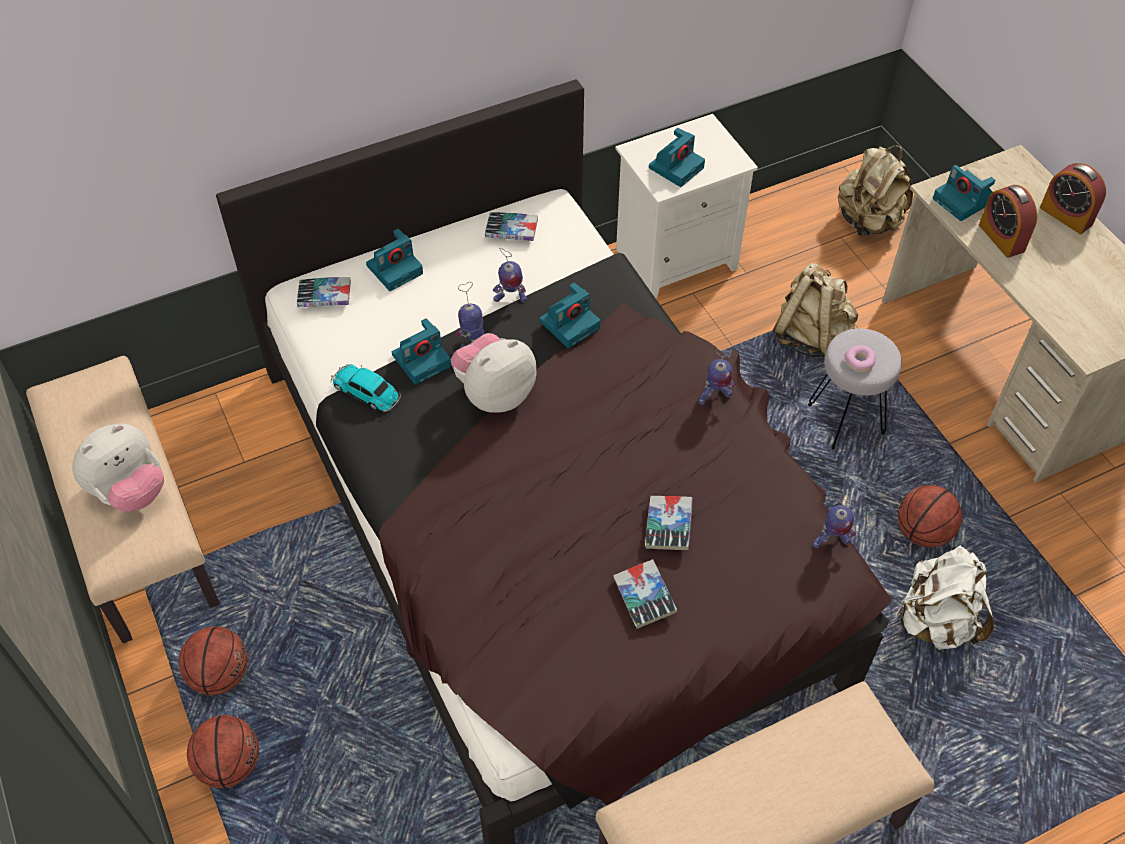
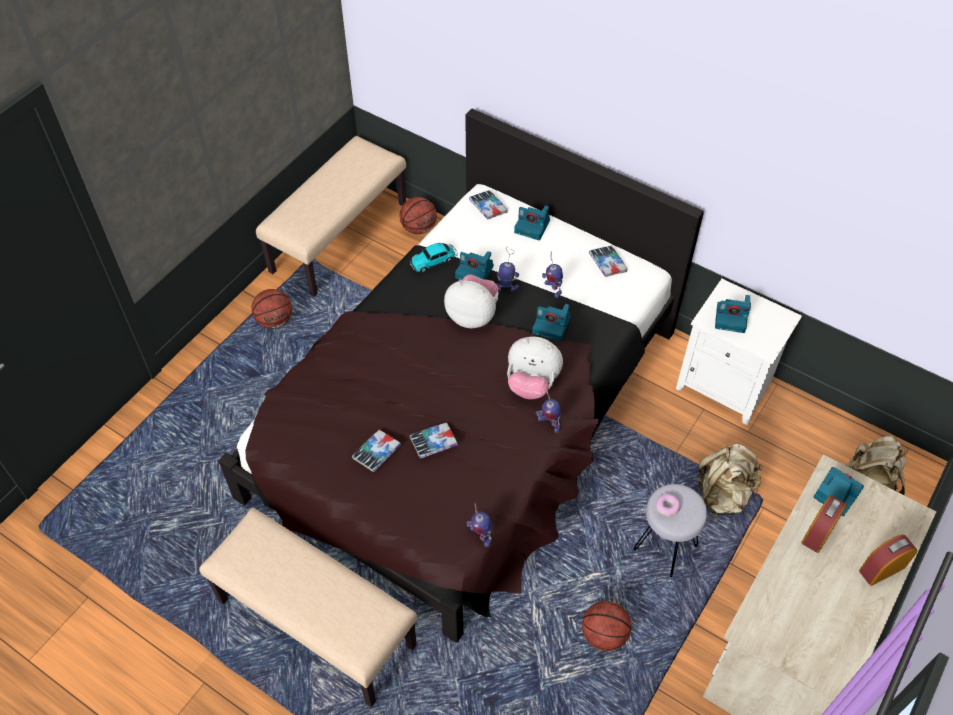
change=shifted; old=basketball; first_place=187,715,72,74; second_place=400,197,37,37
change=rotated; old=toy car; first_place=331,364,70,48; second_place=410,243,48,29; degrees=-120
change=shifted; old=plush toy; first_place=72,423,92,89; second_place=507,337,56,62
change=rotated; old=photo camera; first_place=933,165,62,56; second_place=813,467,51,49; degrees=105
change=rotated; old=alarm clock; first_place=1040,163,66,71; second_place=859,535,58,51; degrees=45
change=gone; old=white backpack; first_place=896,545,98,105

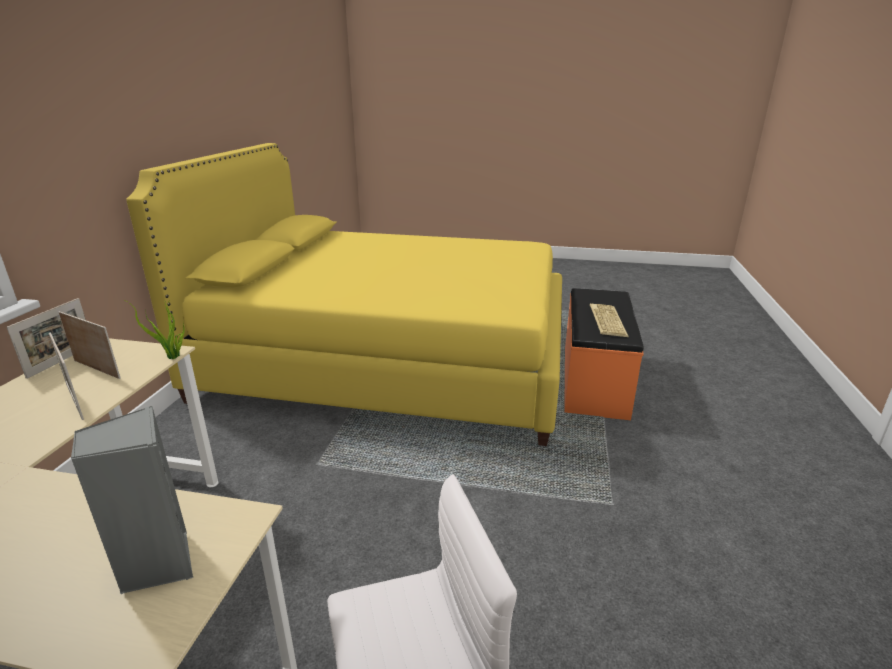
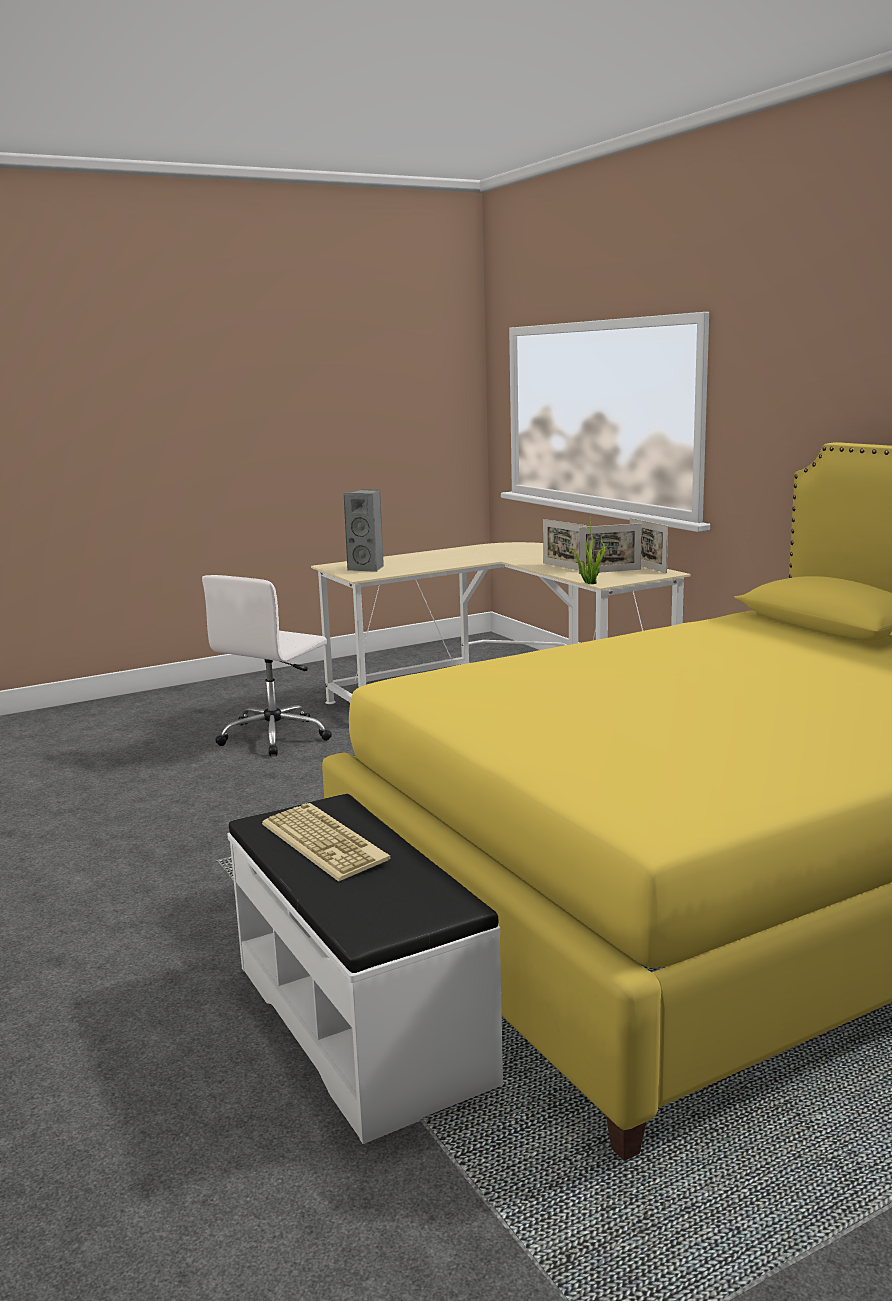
change=repainted; old=orange bench; new=white bench; first_place=564,288,80,132; second_place=227,794,276,350
change=rotated; old=picture frame; first_place=49,333,35,87; second_place=543,519,44,51; degrees=-135

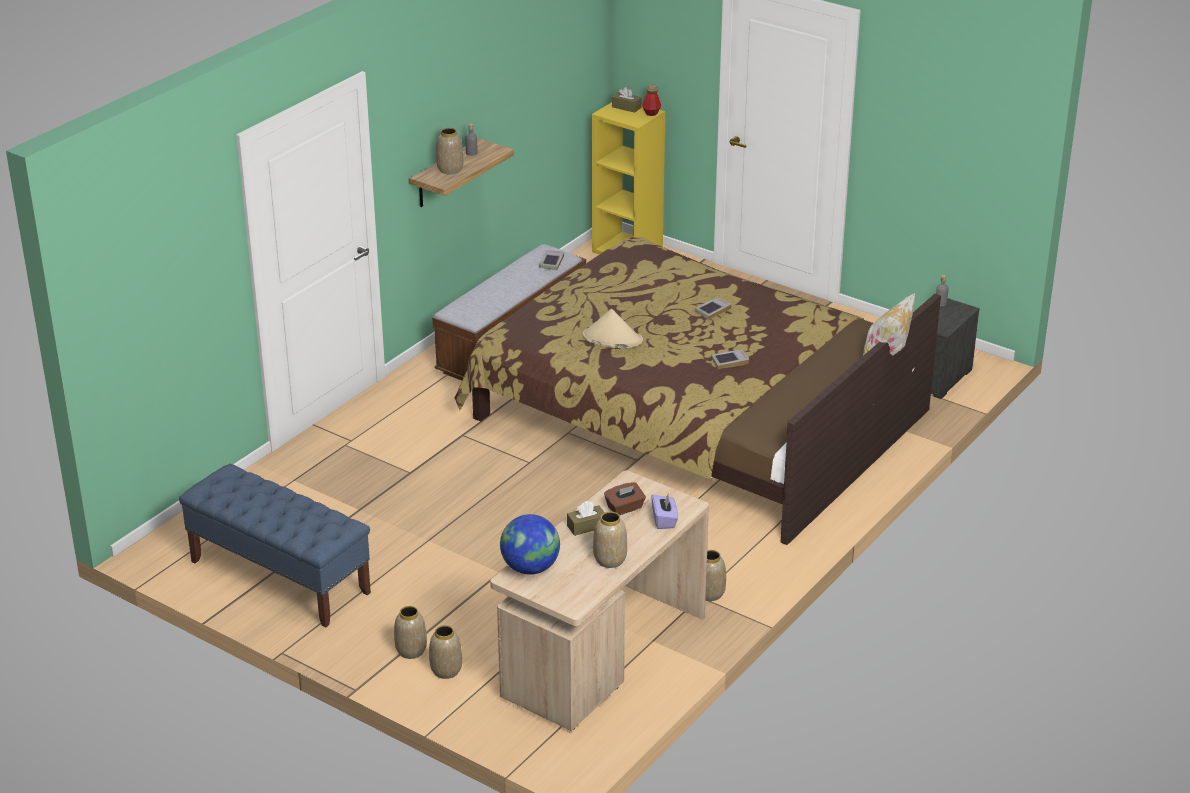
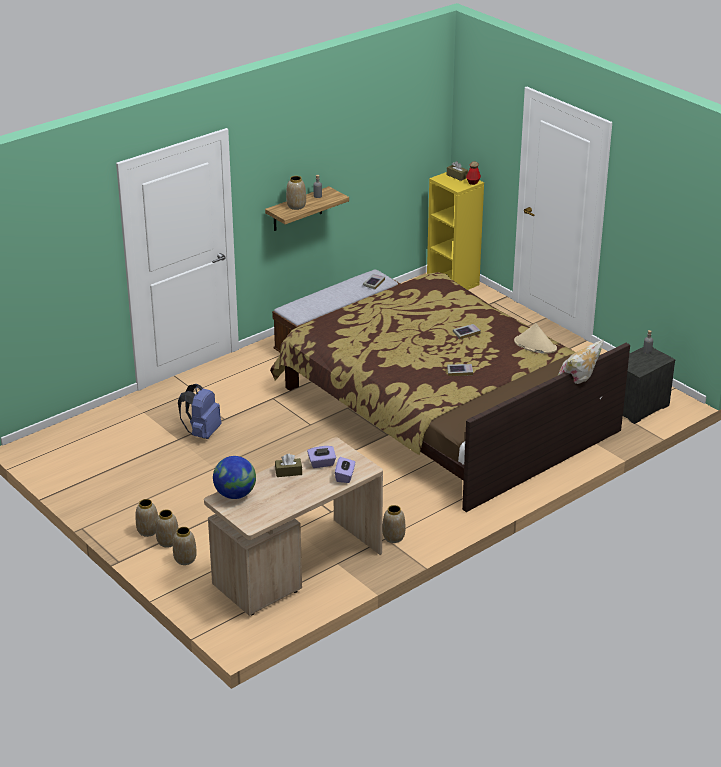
change=shifted; old=vase; first_place=593,511,34,57; second_place=135,499,23,38
change=new; new=blue backpack; second_place=178,384,44,55
change=repainted; old=brown tissue box; new=purple tissue box; first_place=604,482,42,33; second_place=307,446,29,22
change=shifted; old=beige hat; first_place=583,309,60,39; second_place=514,323,43,31
change=gone; old=blue bench; first_place=179,464,192,164

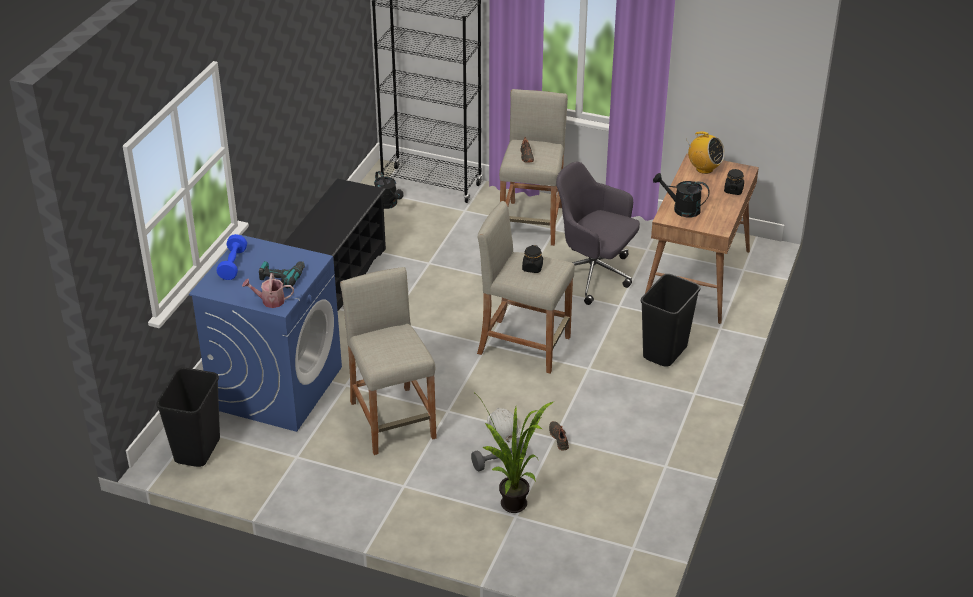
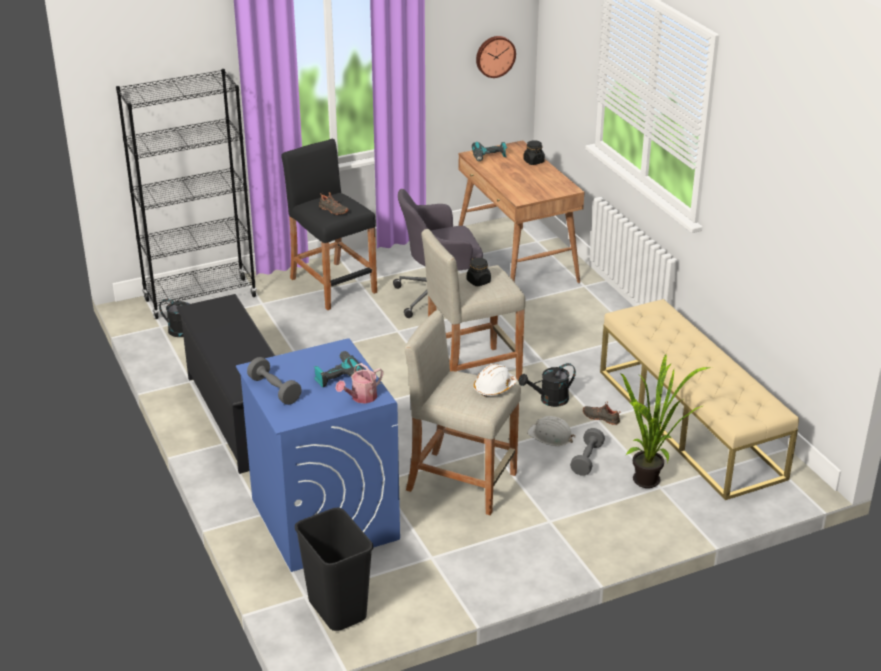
change=repainted; old=blue dumbbell; new=grey dumbbell; first_place=217,234,30,46; second_place=247,357,55,48
change=repainted; old=beige stool; new=black stool; first_place=499,89,69,157; second_place=281,138,96,172
change=swapped; old=radio; new=power drill; first_place=686,131,39,43; second_place=472,142,35,20
change=new; new=white hard hat; second_place=474,364,43,33
change=new; new=wall clock; second_place=476,36,40,42
change=shifted; old=black watering can; first_place=653,173,57,44; second_place=519,363,57,44
change=new; new=beige bench; second_place=600,299,199,201
change=gone; old=black trash can; first_place=641,274,59,93

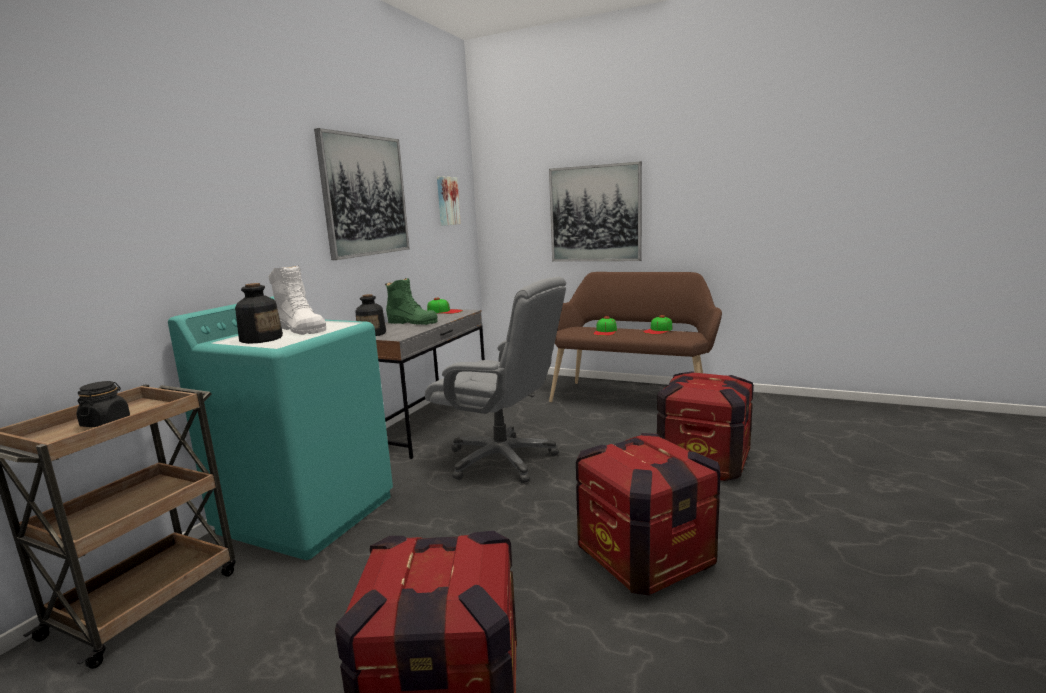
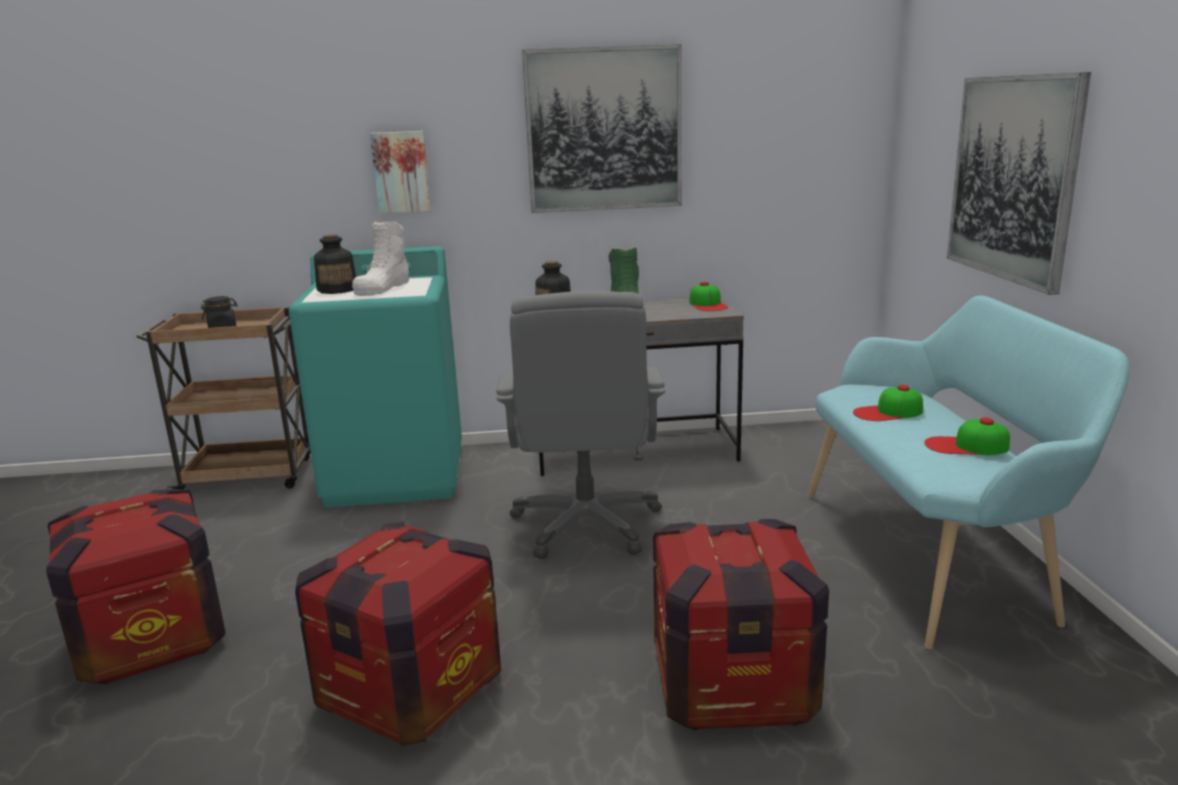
change=shifted; old=picture; first_place=437,176,24,50; second_place=370,131,61,83
change=repainted; old=brown bench; new=turquoise bench; first_place=549,272,173,131; second_place=808,296,322,354

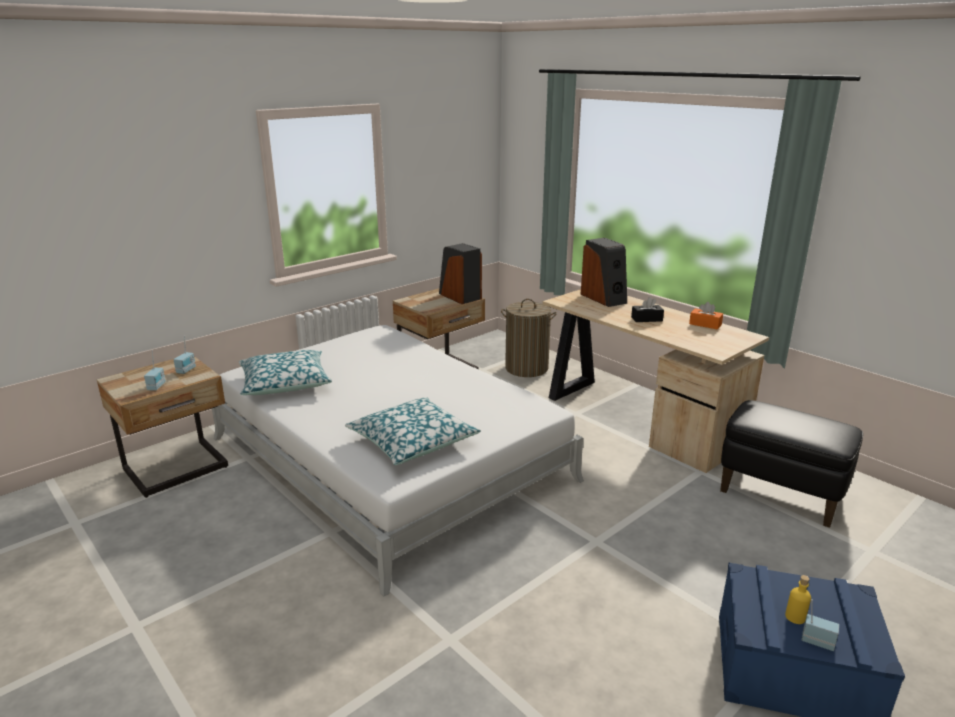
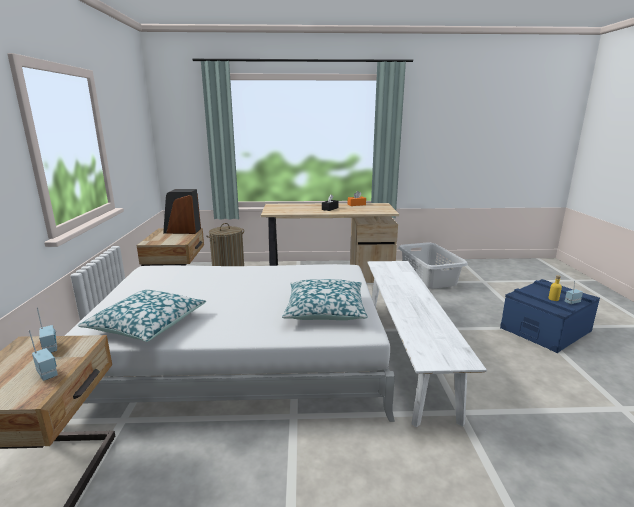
change=new; new=white bench; second_place=368,261,119,167
change=swapped; old=black ottoman; new=grey laundry basket; first_place=720,400,143,128; second_place=398,242,70,47
change=gone; old=speaker; first_place=580,238,47,69

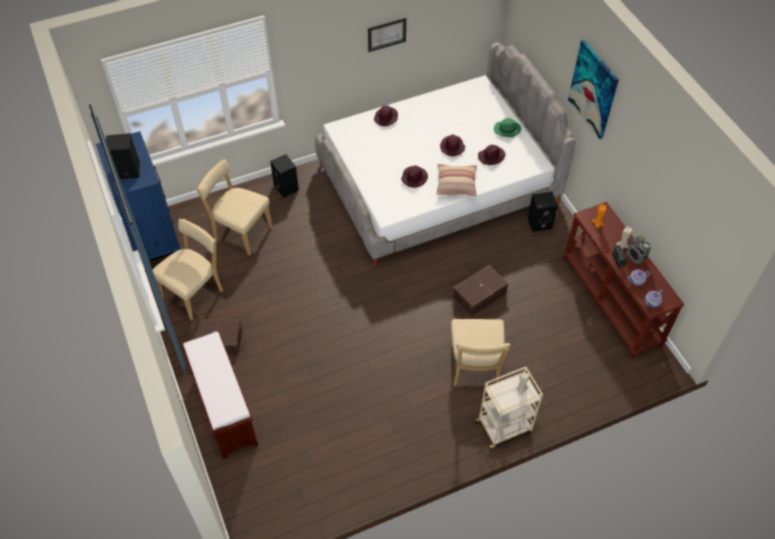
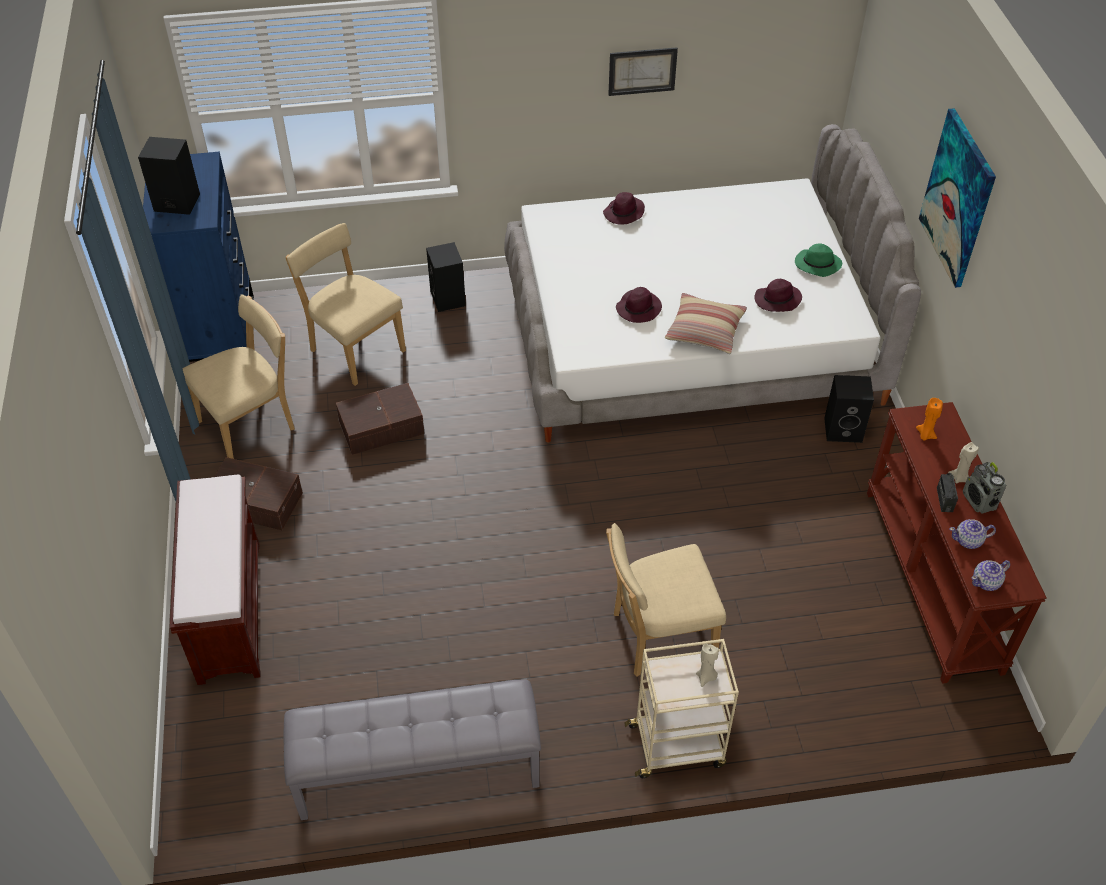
change=new; new=grey bench; second_place=283,679,258,141
change=shifted; old=brown storage box; first_place=452,265,56,51; second_place=336,383,89,72
change=rotated; old=beige chair; first_place=451,319,60,67; second_place=606,523,120,154; degrees=60
change=gone; old=purple hat; first_place=440,135,25,21

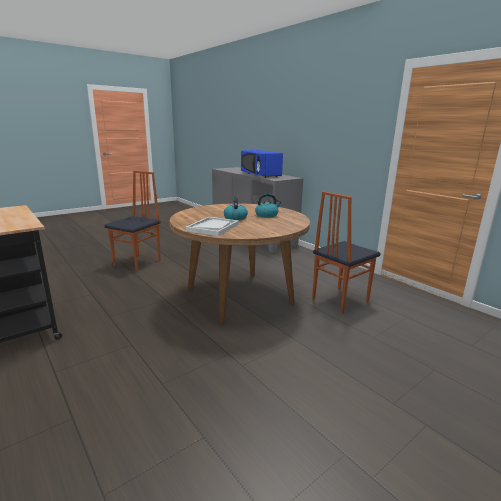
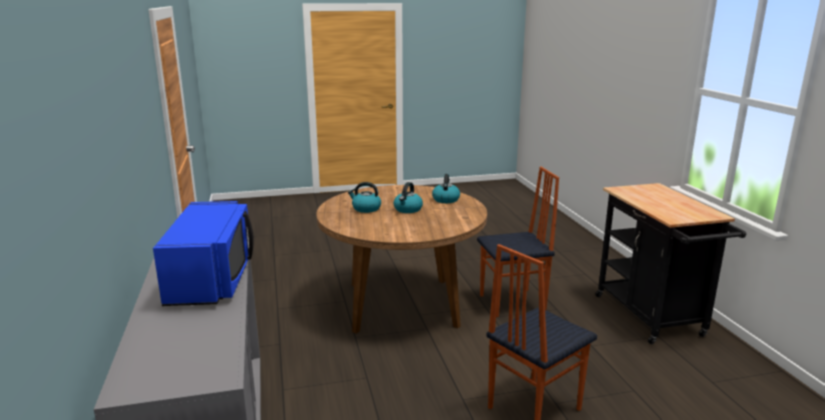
change=swapped; old=white tray; new=kettle; first_place=186,217,53,19; second_place=432,174,28,29
change=shifted; old=chair; first_place=312,191,69,123; second_place=477,167,82,150

